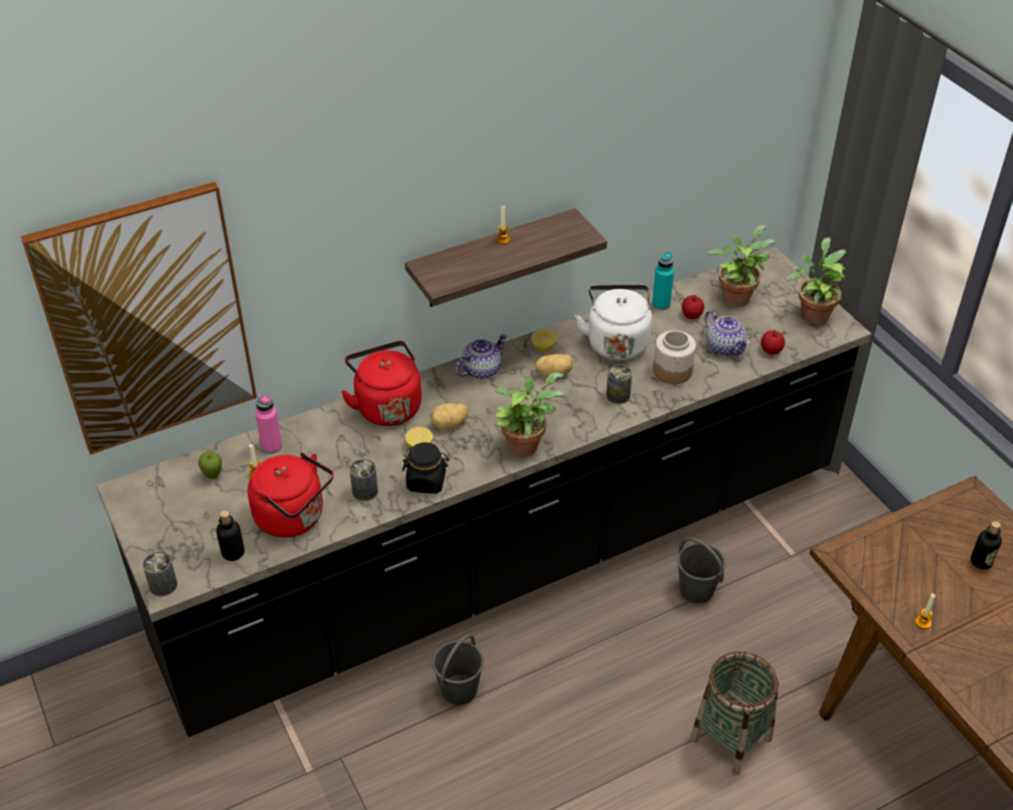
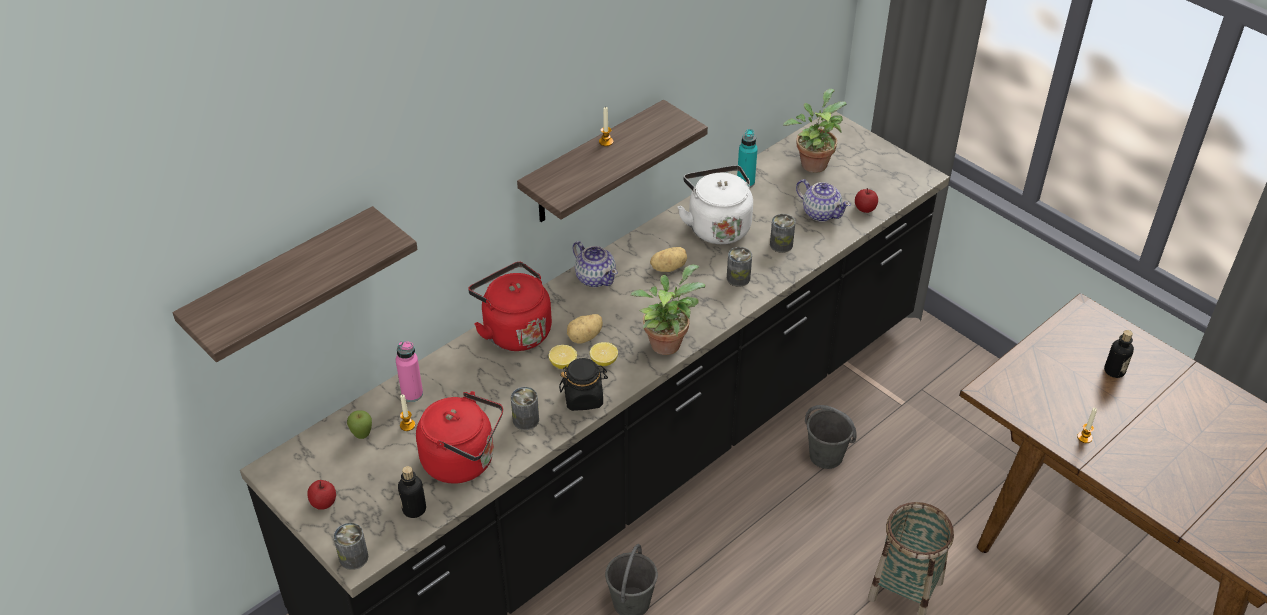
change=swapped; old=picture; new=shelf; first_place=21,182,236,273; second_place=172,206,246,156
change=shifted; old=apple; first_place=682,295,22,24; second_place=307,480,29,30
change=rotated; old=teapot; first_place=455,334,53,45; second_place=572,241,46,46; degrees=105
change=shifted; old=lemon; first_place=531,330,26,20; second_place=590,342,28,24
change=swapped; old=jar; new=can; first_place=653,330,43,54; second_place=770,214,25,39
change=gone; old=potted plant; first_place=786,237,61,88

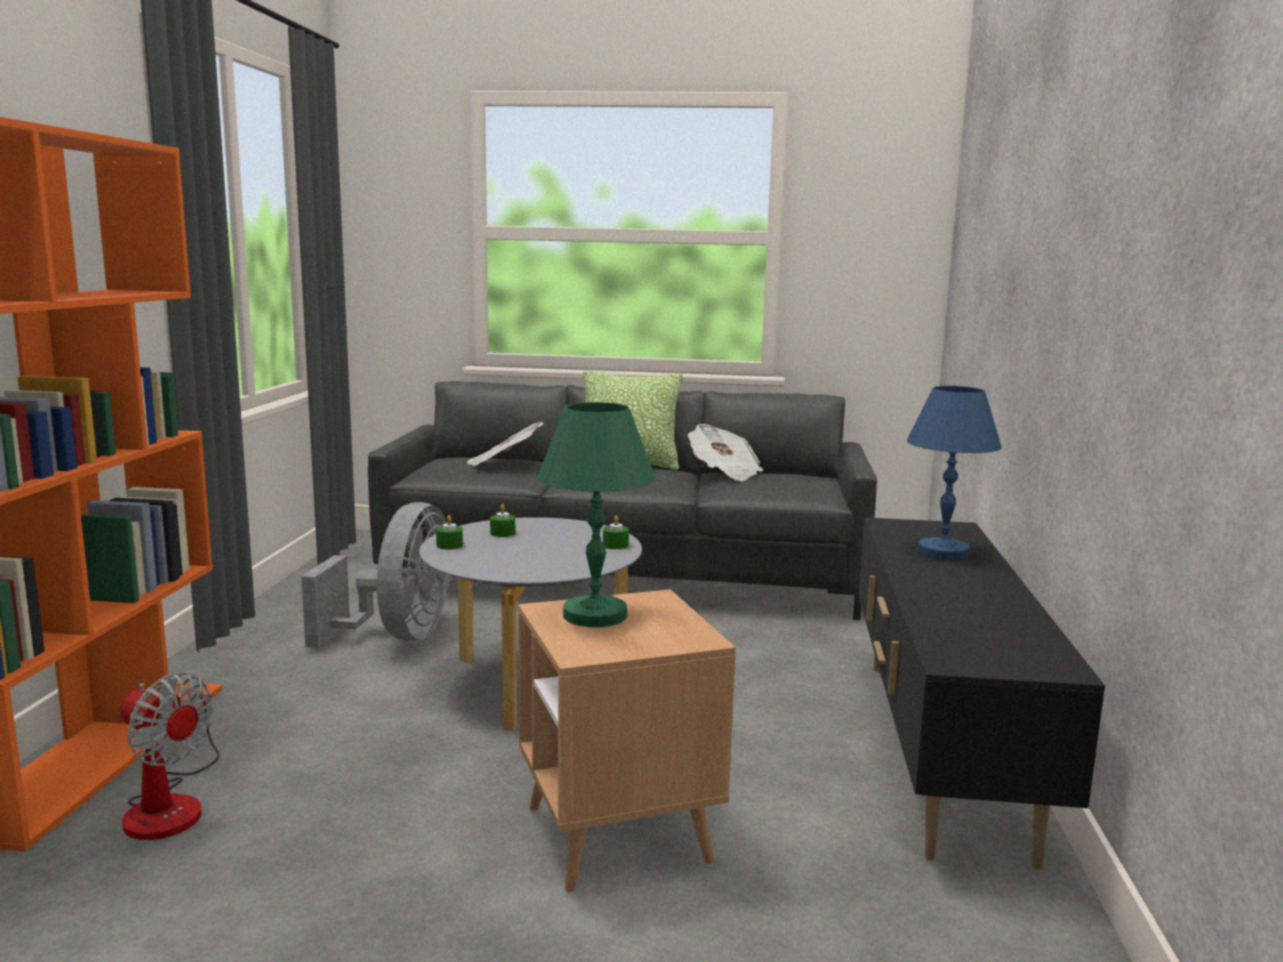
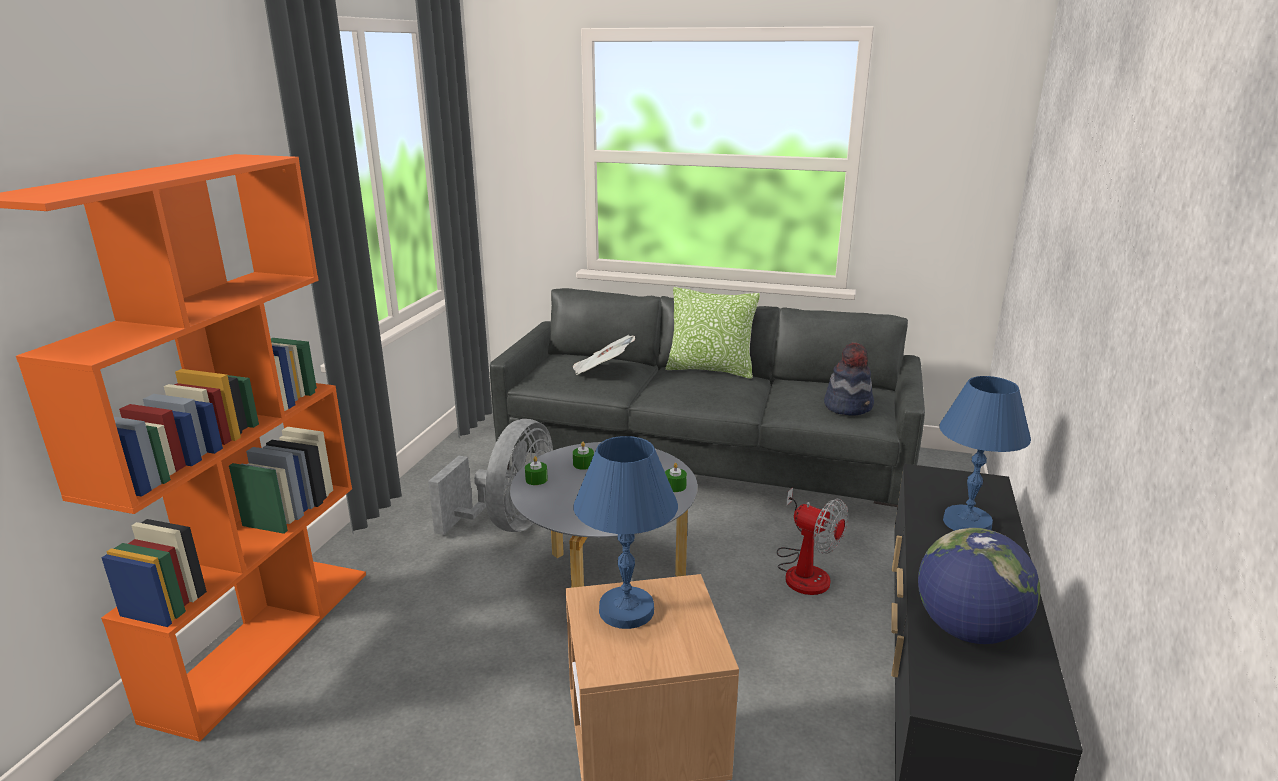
change=repainted; old=green table lamp; new=blue table lamp; first_place=538,402,118,225; second_place=573,436,105,193
change=shifted; old=fan; first_place=120,673,100,167; second_place=777,488,71,107
change=new; new=hat; second_place=824,343,50,73
change=new; new=globe; second_place=918,528,122,116
change=gone; old=newspaper; first_place=688,424,75,57

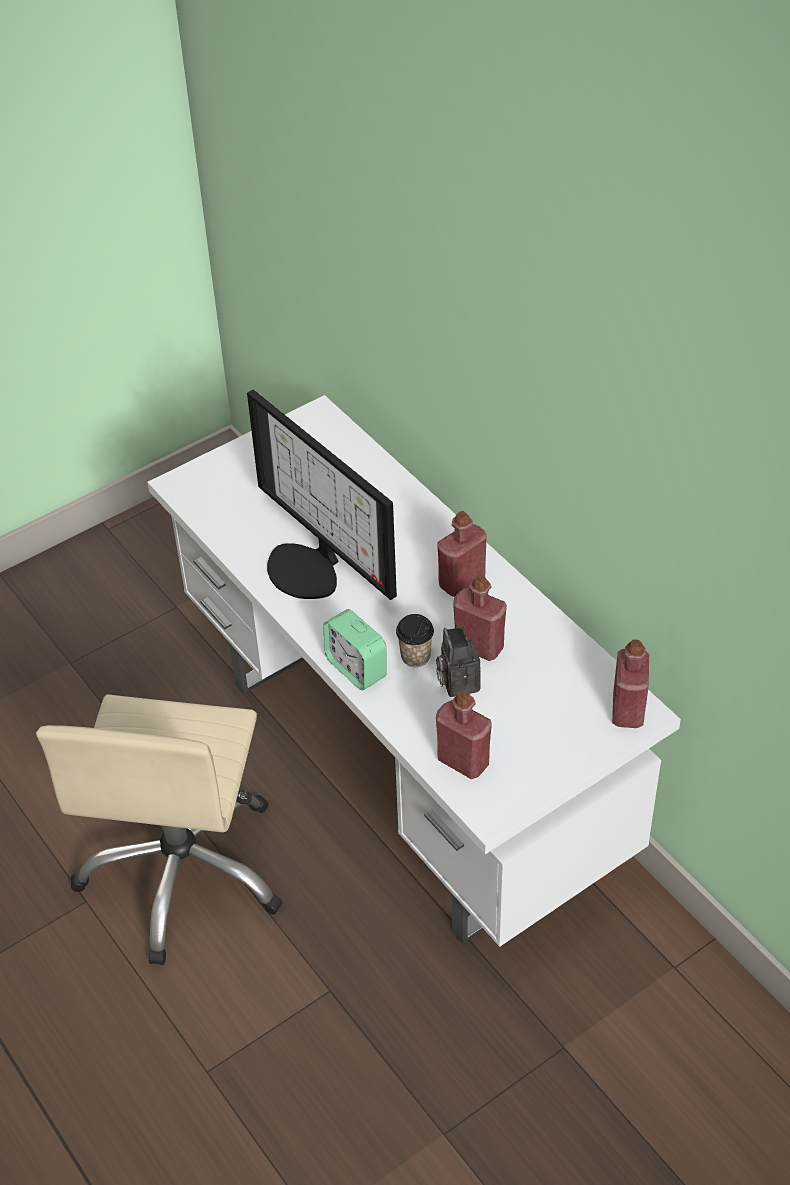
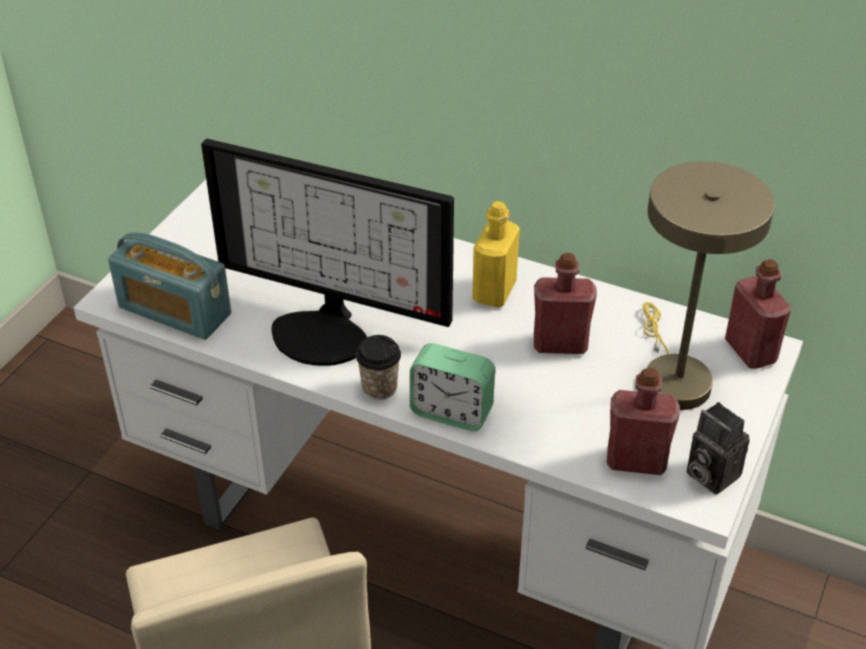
change=new; new=radio; second_place=108,233,123,107
change=shifted; old=cup; first_place=396,614,38,53; second_place=356,335,45,65
change=repainted; old=red bottle; new=yellow bottle; first_place=437,511,50,86; second_place=472,201,48,106
change=new; new=beige table lamp; second_place=643,161,132,249
change=shifted; old=photo camera; first_place=436,627,45,70; second_place=686,402,64,92

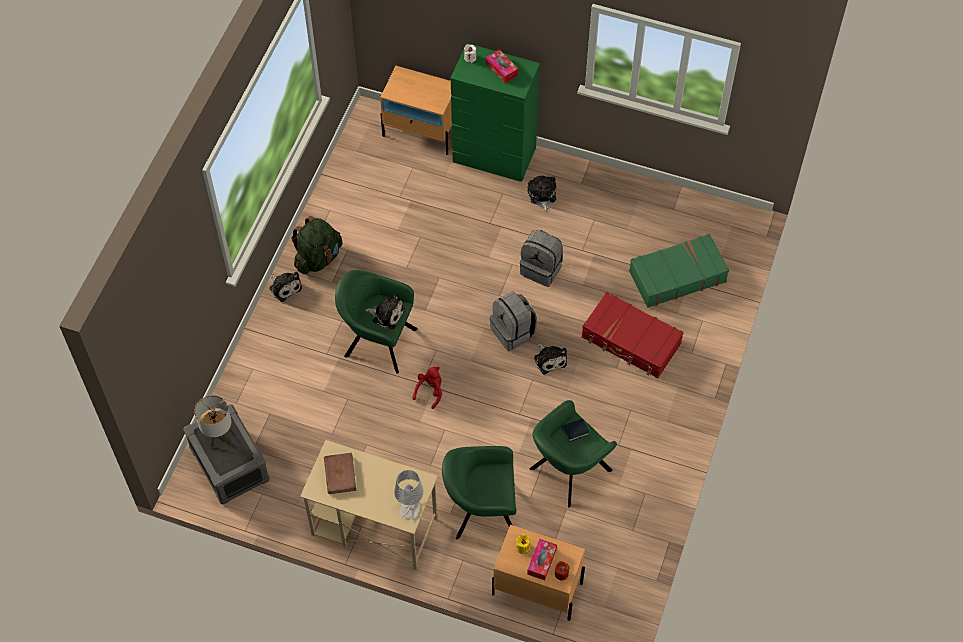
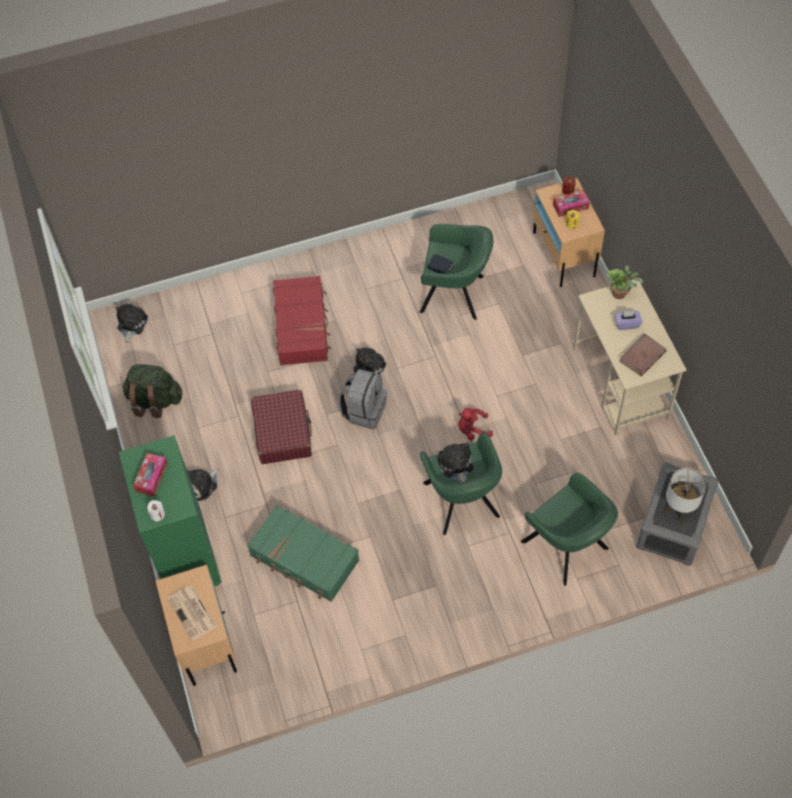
change=shifted; old=plush toy; first_place=270,272,32,30; second_place=115,304,33,39
change=shifted; old=green backpack; first_place=291,216,51,58; second_place=122,364,60,54
change=new; new=newspaper; second_place=167,585,50,56
change=shifted; old=green suitcase; first_place=629,234,100,74; second_place=247,505,113,97
change=swapped; old=grey backpack; new=red suitcase; first_place=520,230,43,57; second_place=251,389,61,75
change=shifted; old=green armchair; first_place=442,446,74,93; second_place=521,473,97,113
change=swapped; old=grey table lamp; new=potted plant; first_place=394,470,30,49; second_place=606,265,37,34
change=new; new=purple tissue box; second_place=615,311,27,19

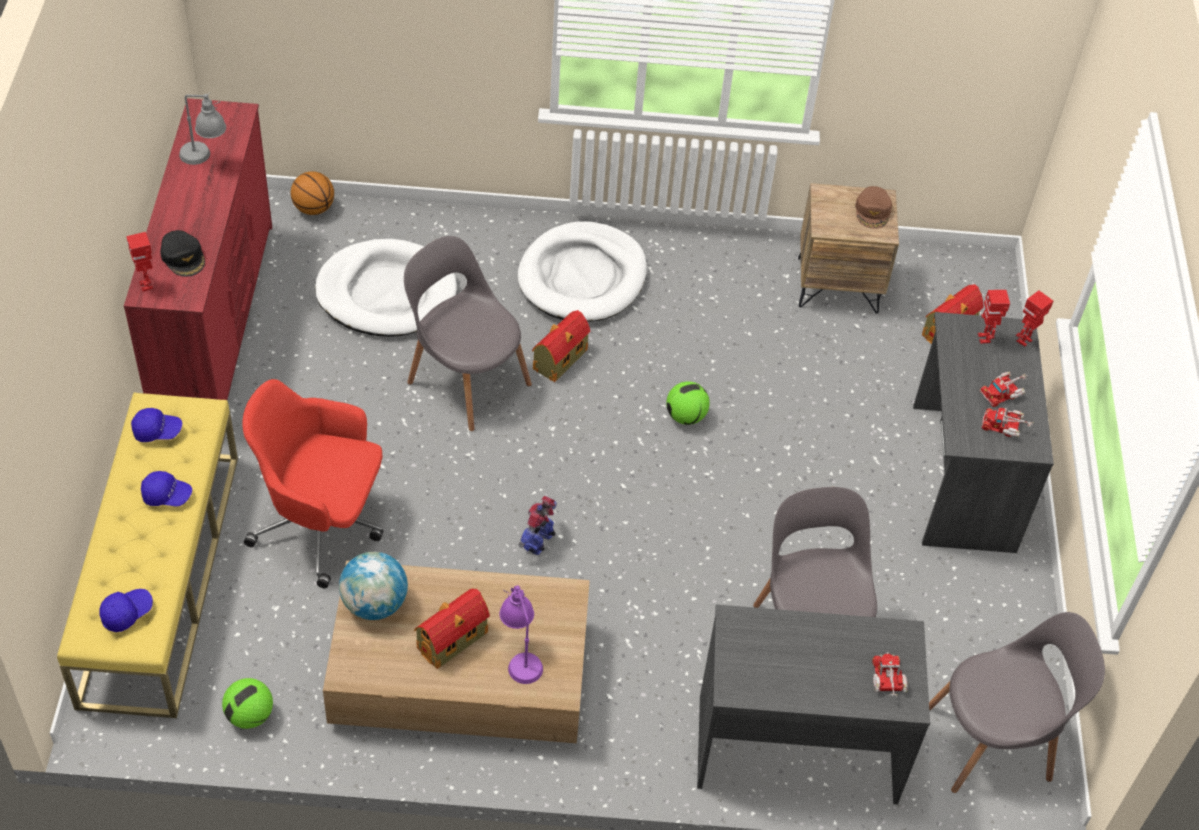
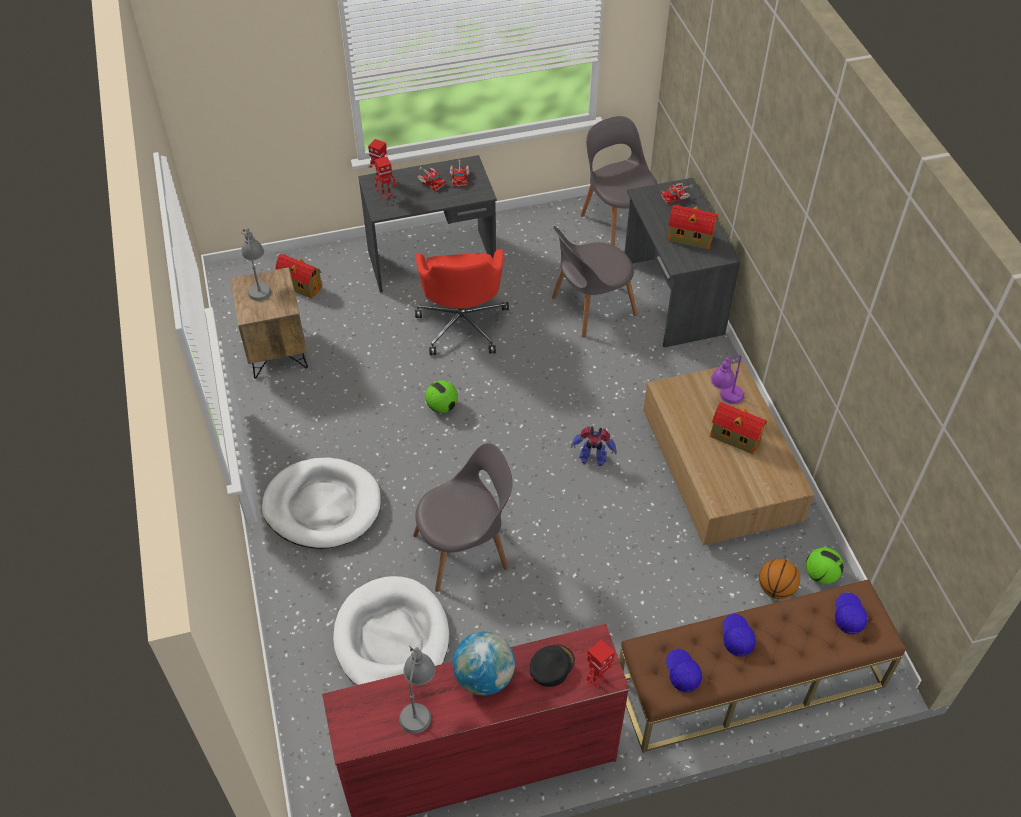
change=swapped; old=brown cap; new=grey table lamp; first_place=855,186,37,43; second_place=241,228,30,73
change=rotated; old=grey chair; first_place=404,236,128,195; second_place=413,443,100,149; degrees=-135
change=shifted; old=red office chair; first_place=242,379,141,209; second_place=415,249,94,106
change=shifted; old=globe; first_place=339,552,69,68; second_place=453,632,62,63
change=repainted; old=yellow bench; new=brown bench; first_place=57,393,181,325; second_place=619,579,287,173
change=shifted; old=toy house; first_place=532,310,58,72; second_place=668,205,50,45
change=shifted; old=basketball; first_place=291,171,43,44; second_place=759,559,41,40
change=rotated; old=blue cap; first_place=99,589,54,43; second_place=835,592,32,43; degrees=60

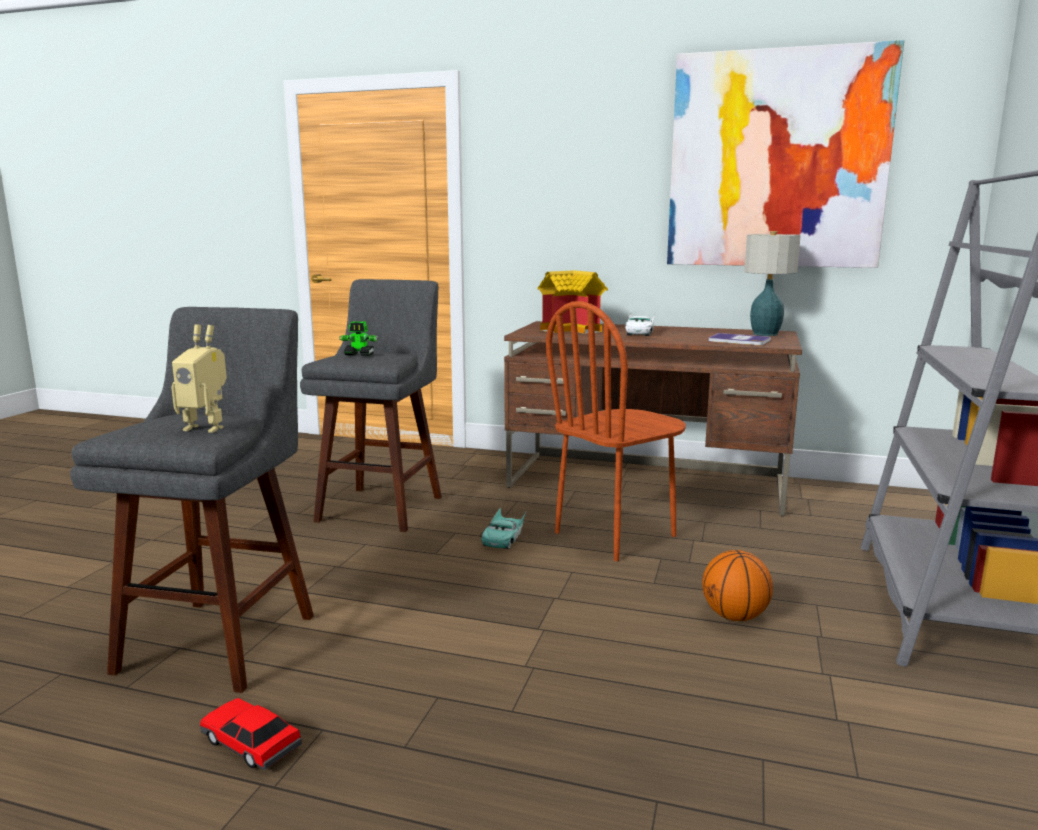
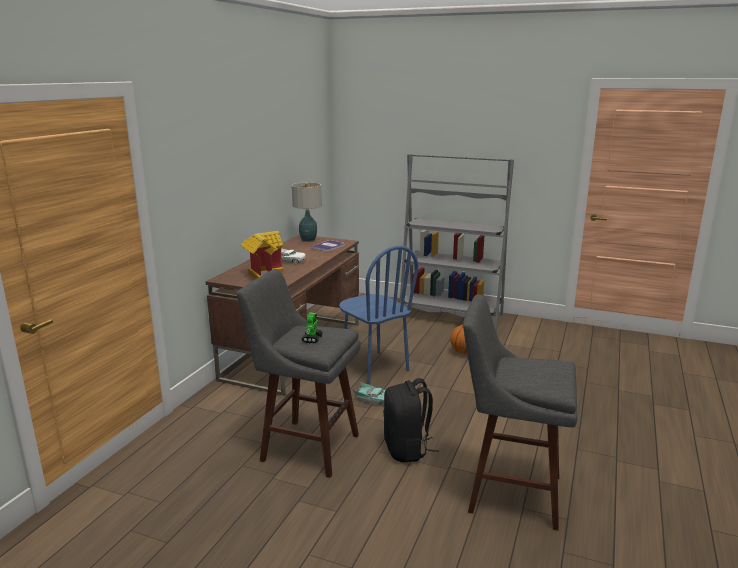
change=repainted; old=brown chair; new=blue chair; first_place=546,301,140,260; second_place=339,246,79,138
change=new; new=black backpack; second_place=383,378,56,85
change=gone; old=toy robot; first_place=171,324,56,109
change=gone; old=toy car; first_place=200,698,102,72
change=gone; old=picture; first_place=667,40,237,228

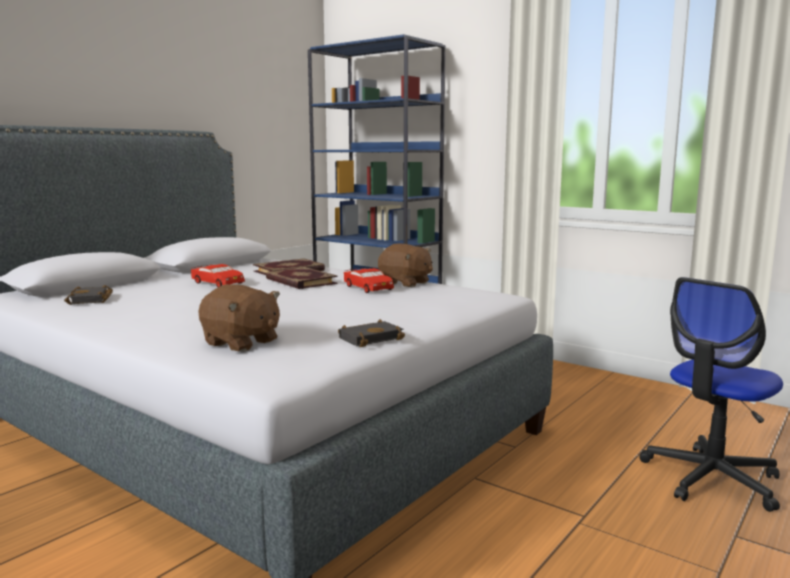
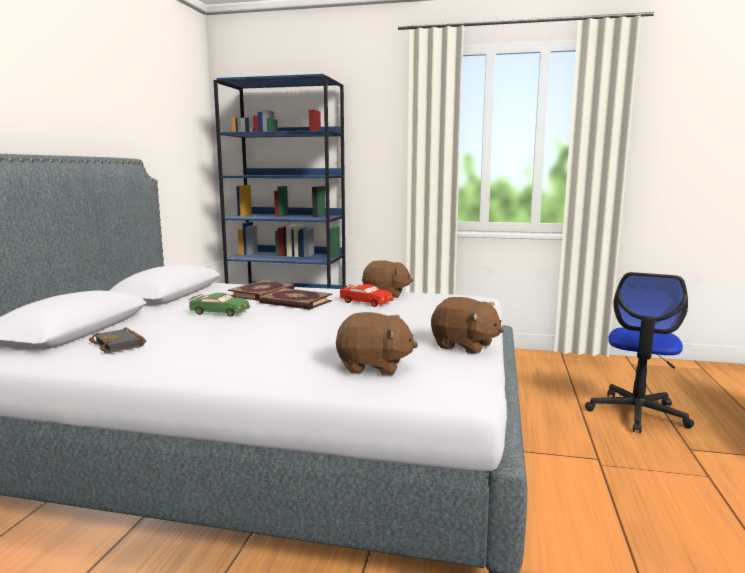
change=repainted; old=red toy car; new=green toy car; first_place=191,264,54,23; second_place=188,293,62,24
change=swapped; old=black book; new=brown plush toy; first_place=338,319,67,28; second_place=431,297,73,57

